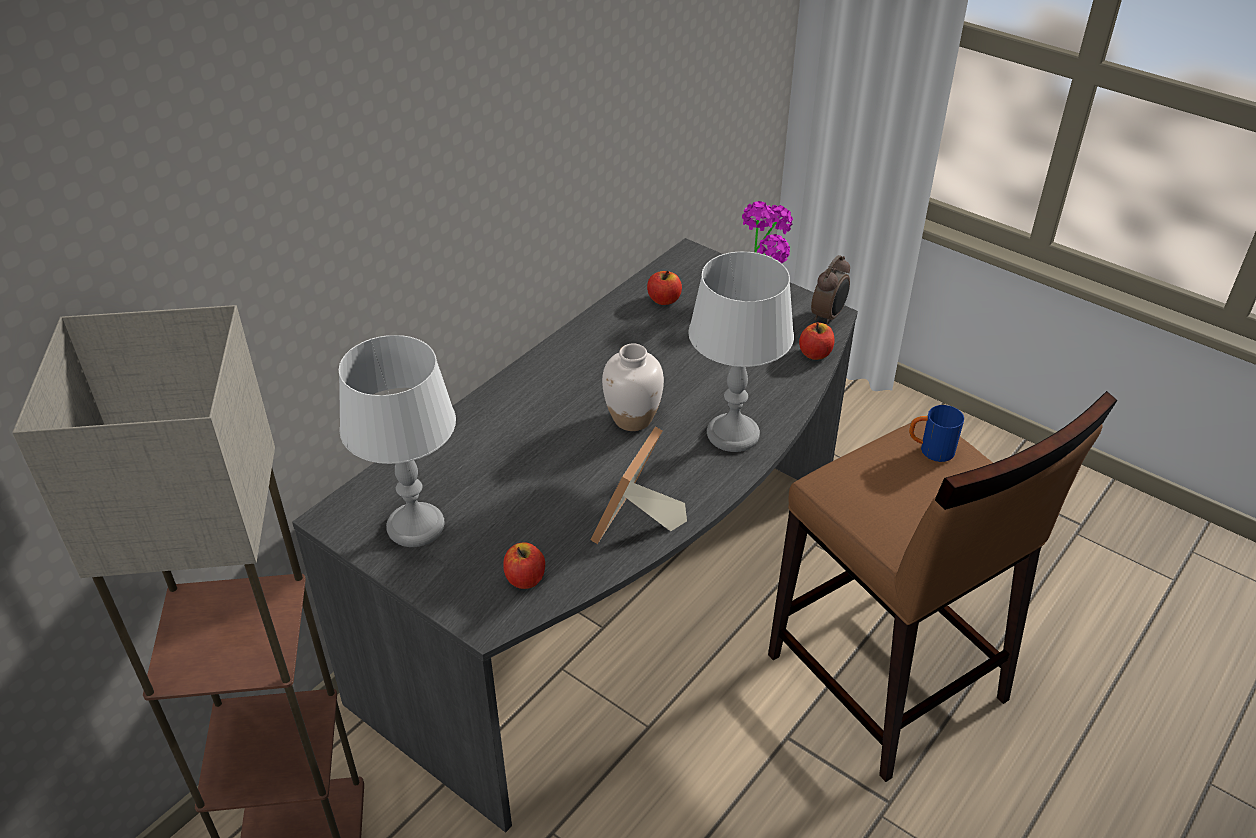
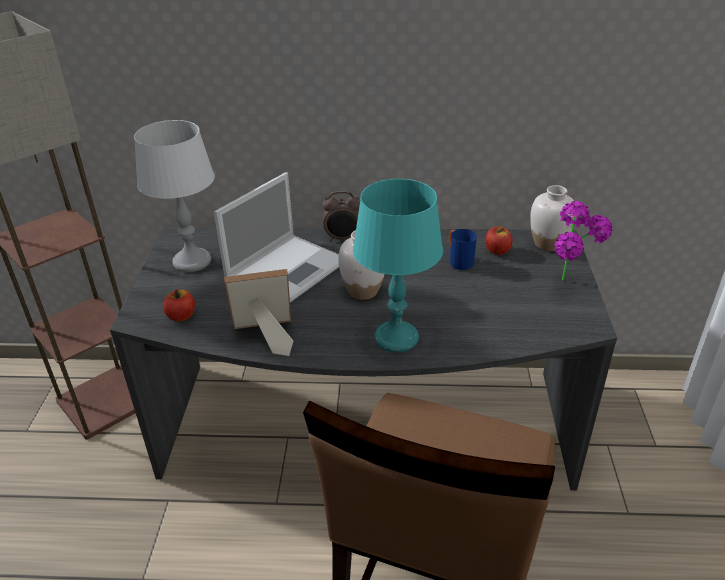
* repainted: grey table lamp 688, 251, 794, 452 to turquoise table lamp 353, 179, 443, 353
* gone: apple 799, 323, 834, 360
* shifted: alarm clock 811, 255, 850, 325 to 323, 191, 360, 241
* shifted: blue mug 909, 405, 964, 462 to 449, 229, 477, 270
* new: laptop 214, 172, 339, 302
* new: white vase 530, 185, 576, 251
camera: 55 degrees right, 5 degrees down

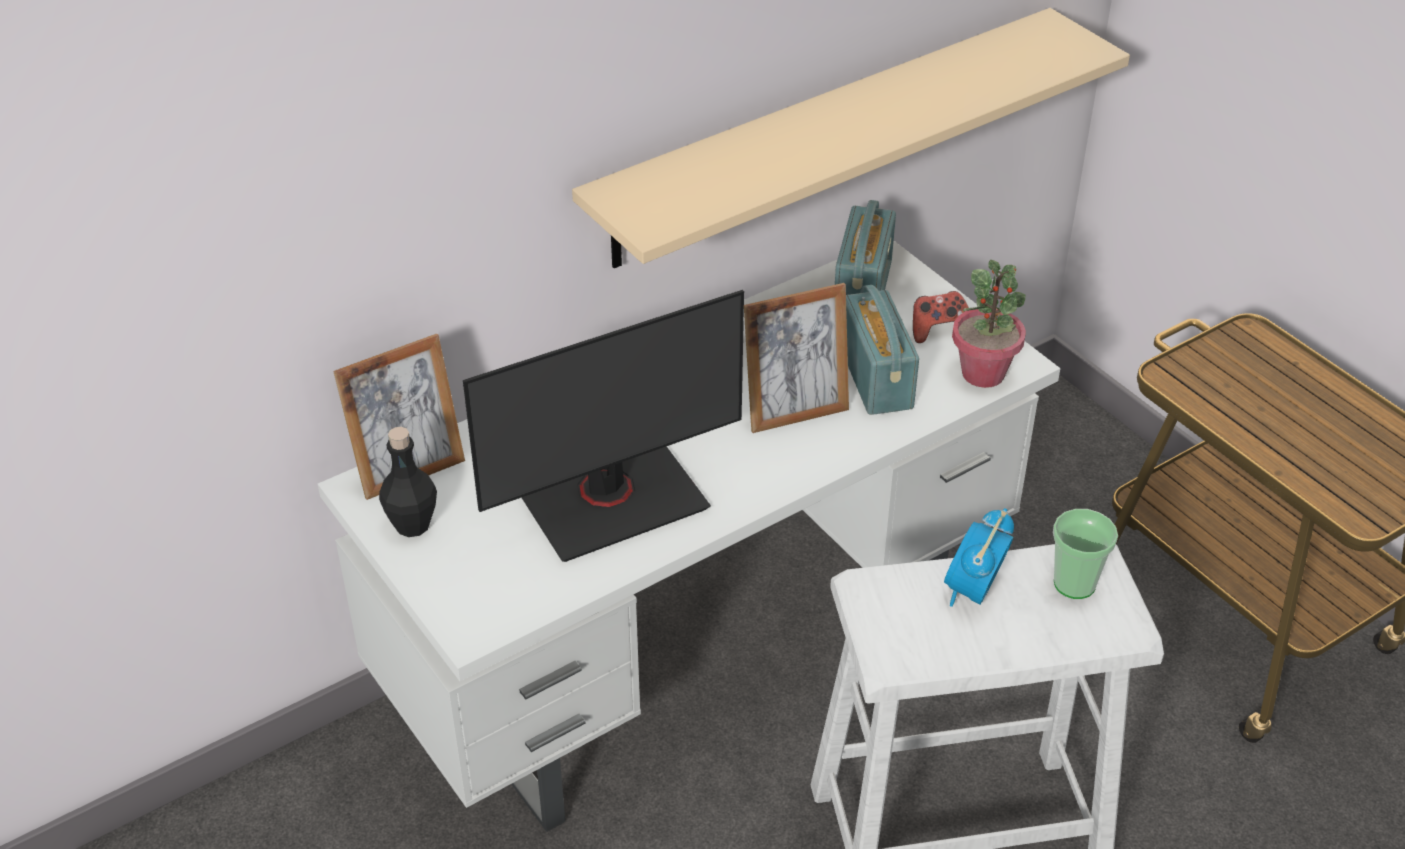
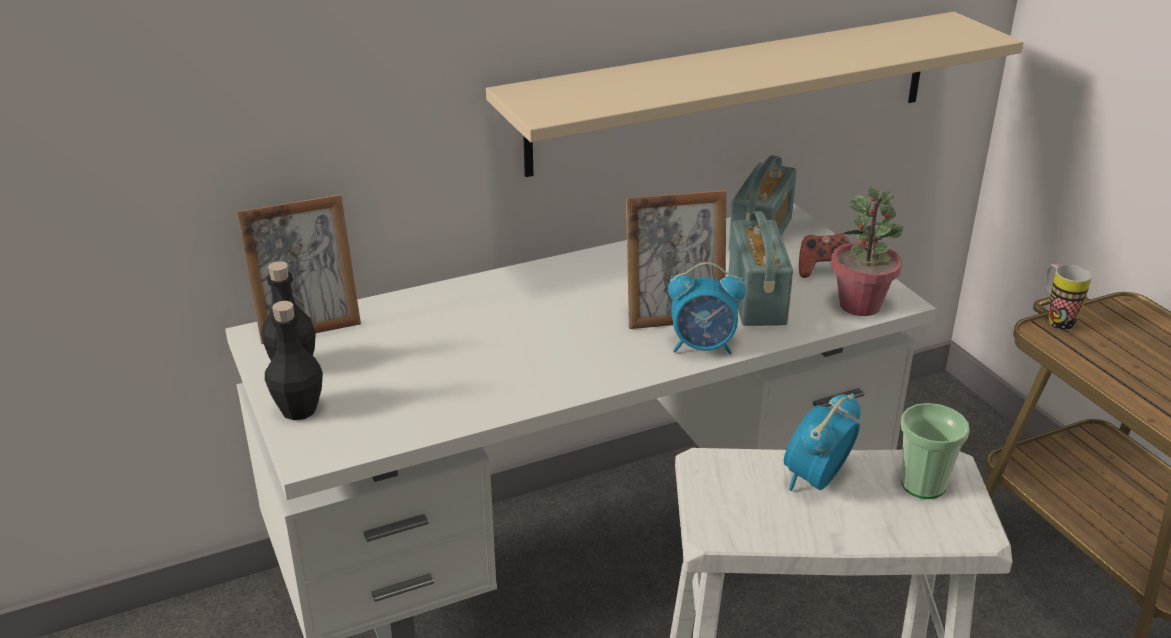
* gone: monitor 463, 290, 744, 562
* new: black bottle 265, 301, 323, 420
* new: alarm clock 668, 262, 746, 354
* new: mug 1045, 264, 1092, 330
camera: 10 degrees right, 10 degrees down

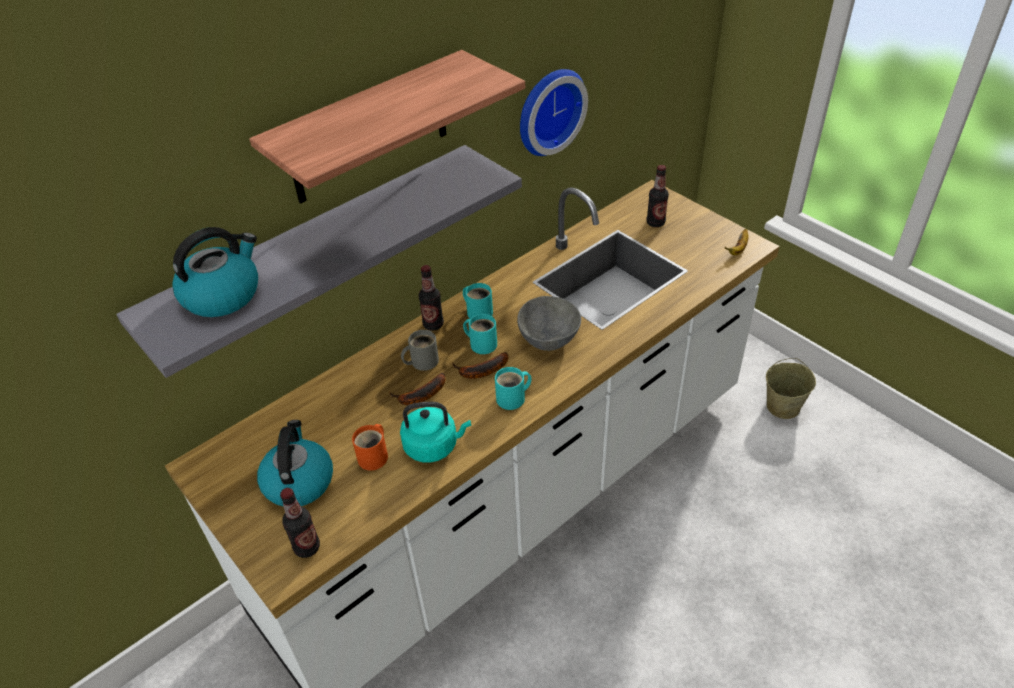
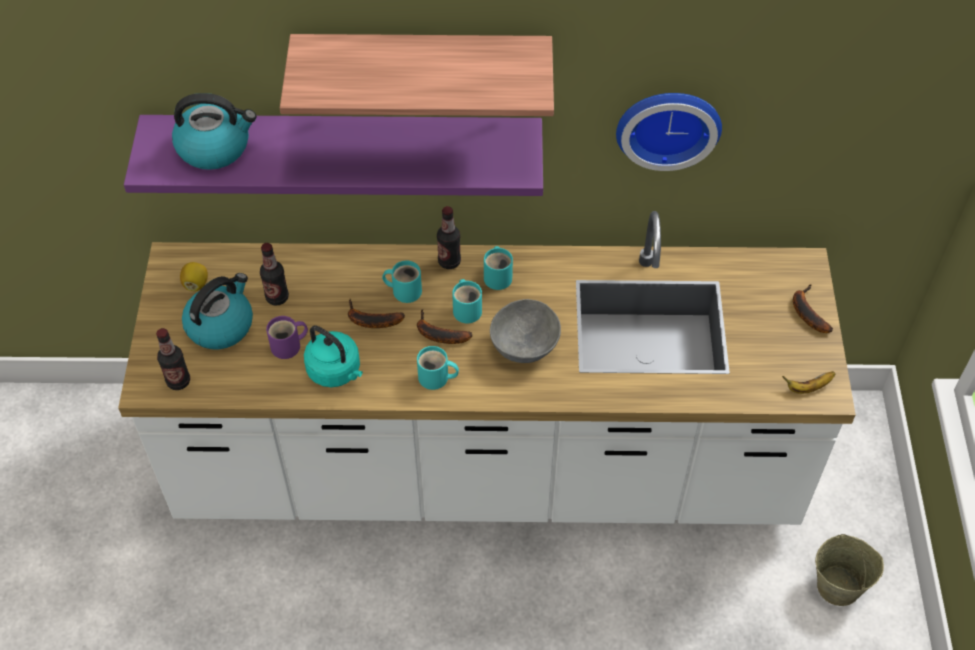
* repainted: grey shelf 116, 145, 522, 378 to purple shelf 124, 115, 543, 196
* repainted: orange mug 352, 424, 388, 471 to purple mug 266, 316, 308, 359
* repainted: grey mug 401, 330, 439, 371 to turquoise mug 382, 261, 422, 303
* shifted: bottle 647, 165, 669, 227 to 260, 243, 289, 306
* new: lemon 180, 262, 208, 291
* new: banana 793, 284, 833, 333
camera: 40 degrees right, 10 degrees up

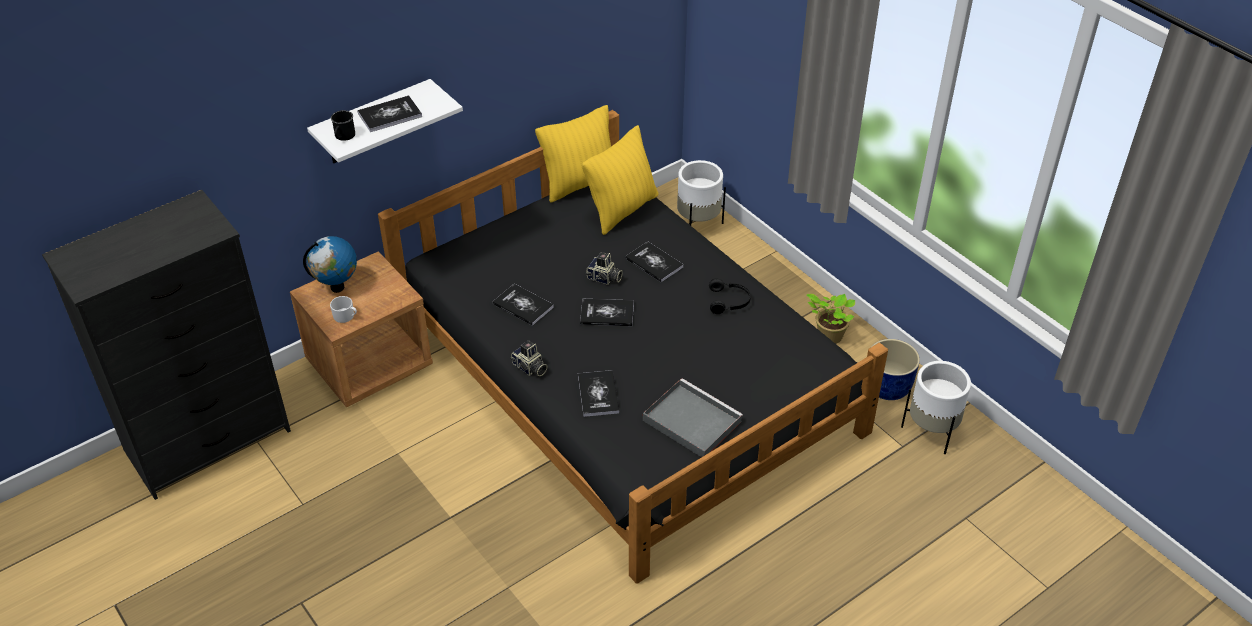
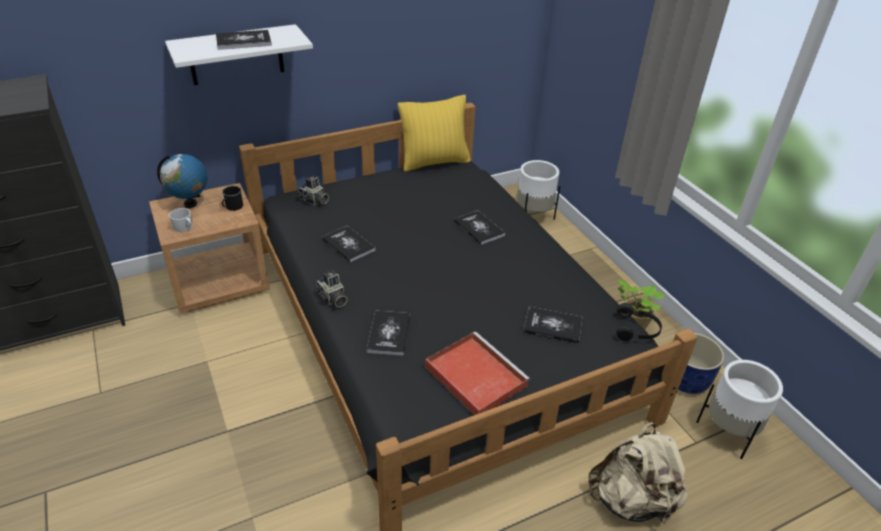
* shifted: black mug 331, 110, 355, 141 to 222, 186, 243, 211
* shifted: book 580, 299, 634, 326 to 523, 307, 582, 344
* gone: yellow pillow 582, 125, 658, 235
* shifted: photo camera 585, 252, 623, 285 to 298, 175, 329, 205
* repainted: grey tray 643, 378, 743, 457 to red tray 425, 332, 530, 415
* shifted: black headphones 709, 278, 751, 314 to 616, 303, 662, 341
* new: beige backpack 588, 422, 688, 524
camera: 10 degrees right, 5 degrees down

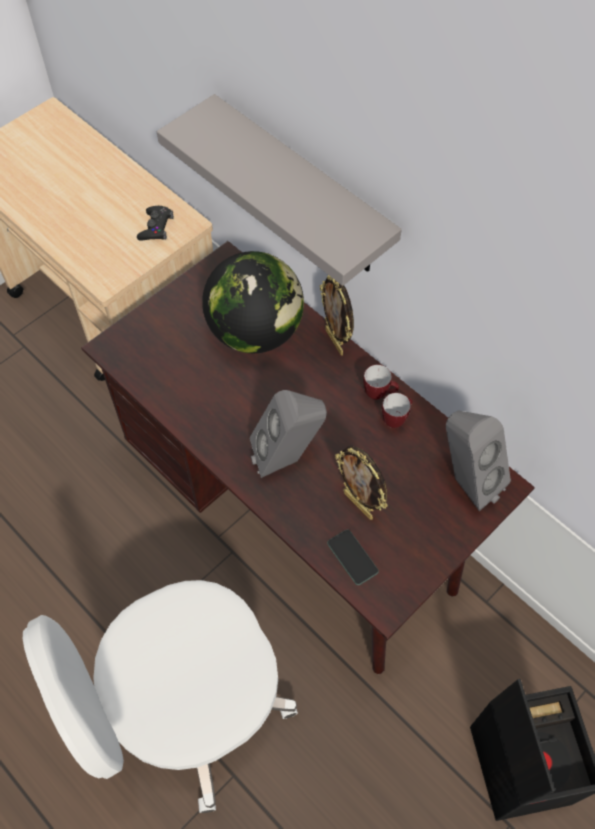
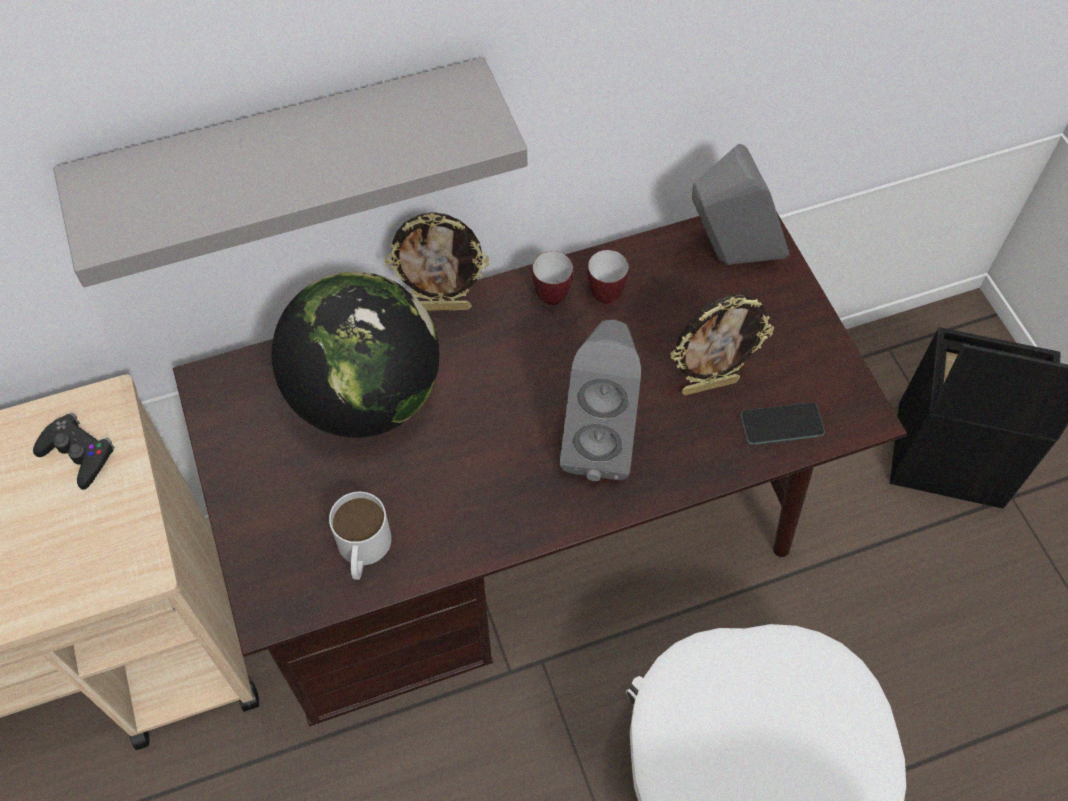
* new: white mug 329, 492, 392, 580
camera: 65 degrees left, 0 degrees up

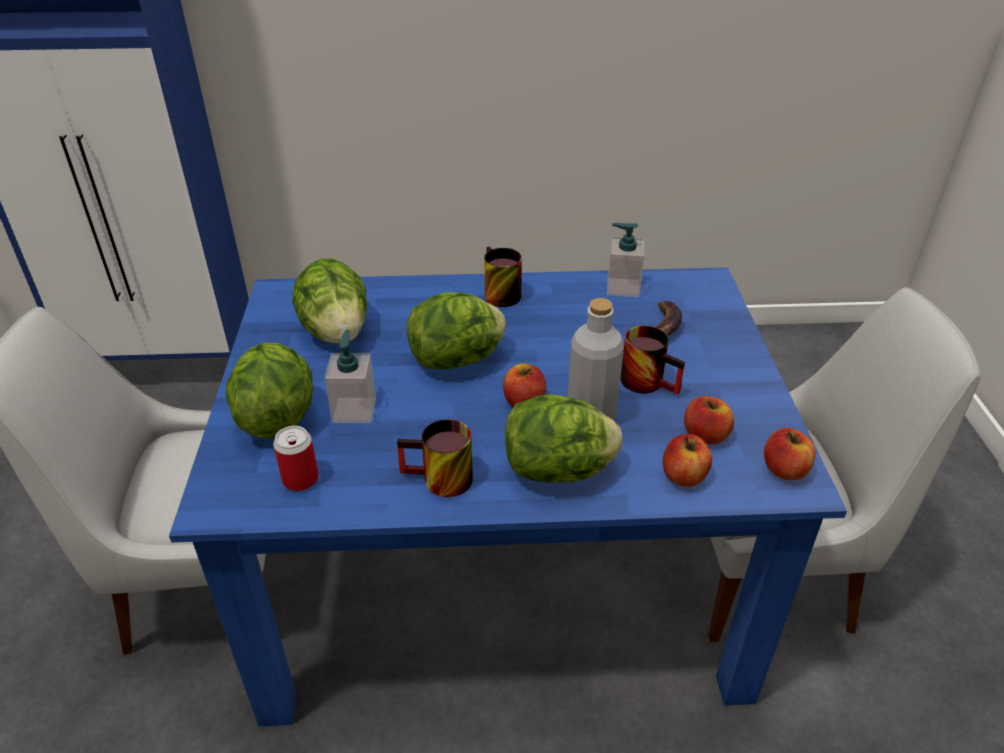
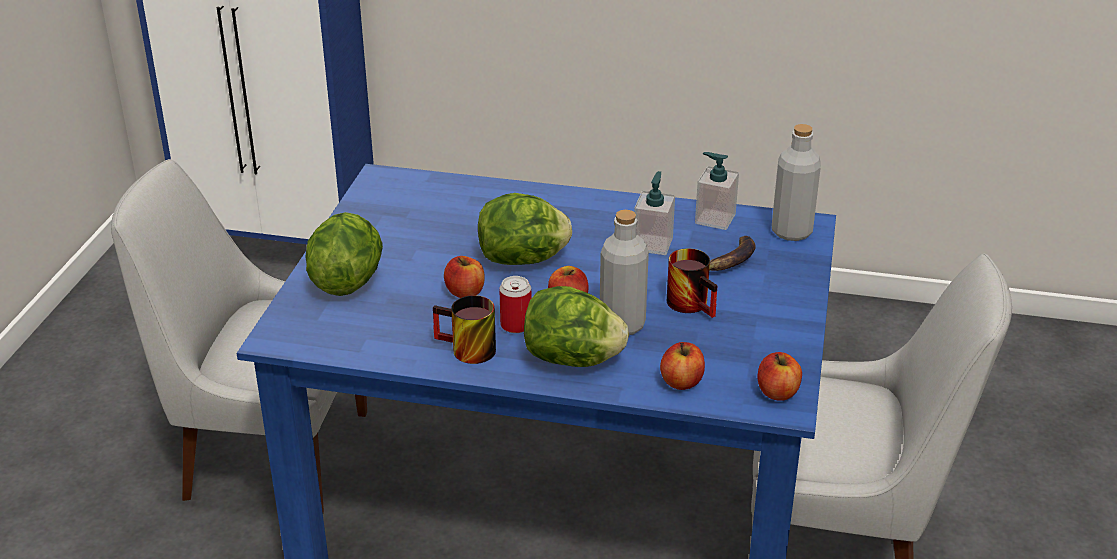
* shifted: can 273, 426, 319, 491 to 499, 276, 531, 333
* gone: lettuce 292, 258, 367, 344
* shifted: soap dispenser 325, 330, 376, 423 to 634, 171, 675, 255
* gone: mug 484, 246, 522, 307
* shifted: apple 684, 396, 734, 444 to 444, 256, 485, 298
* new: grey bottle 772, 124, 821, 241
camera: 15 degrees right, 5 degrees down

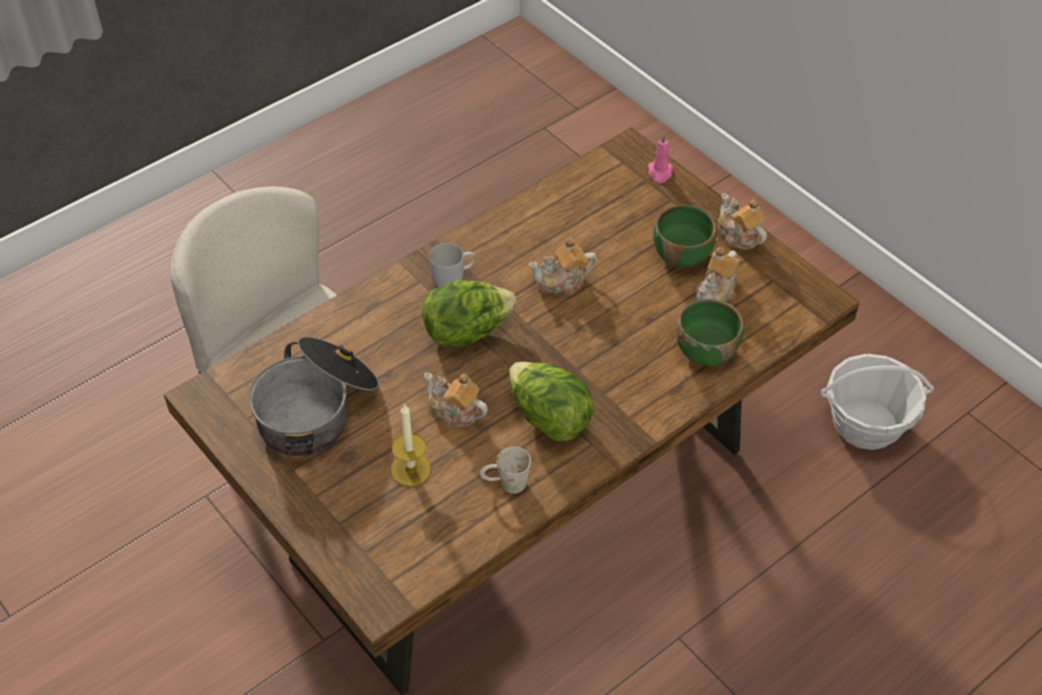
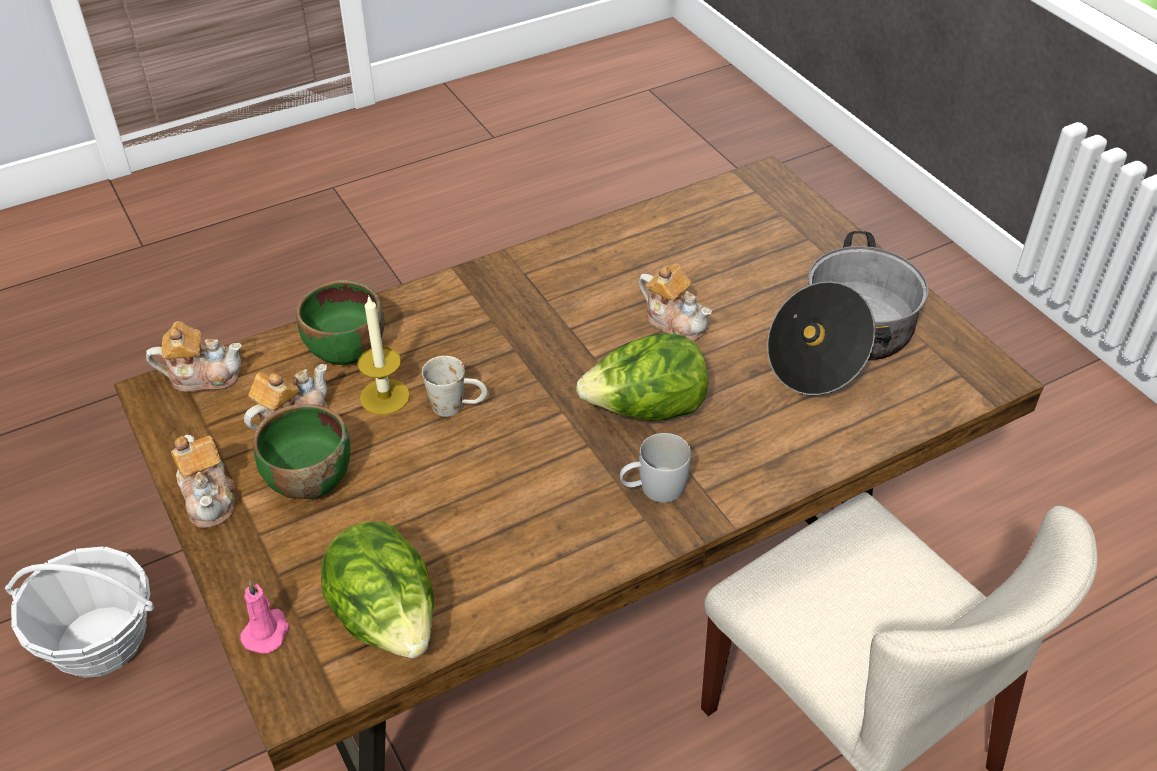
* shifted: candle 391, 403, 431, 487 to 357, 295, 410, 415
* shifted: white mug 480, 447, 531, 494 to 422, 356, 488, 417
* shifted: lettuce 509, 362, 594, 441 to 321, 522, 434, 658
* shifted: teapot 529, 238, 597, 294 to 146, 321, 242, 392
camera: 170 degrees left, 5 degrees down

